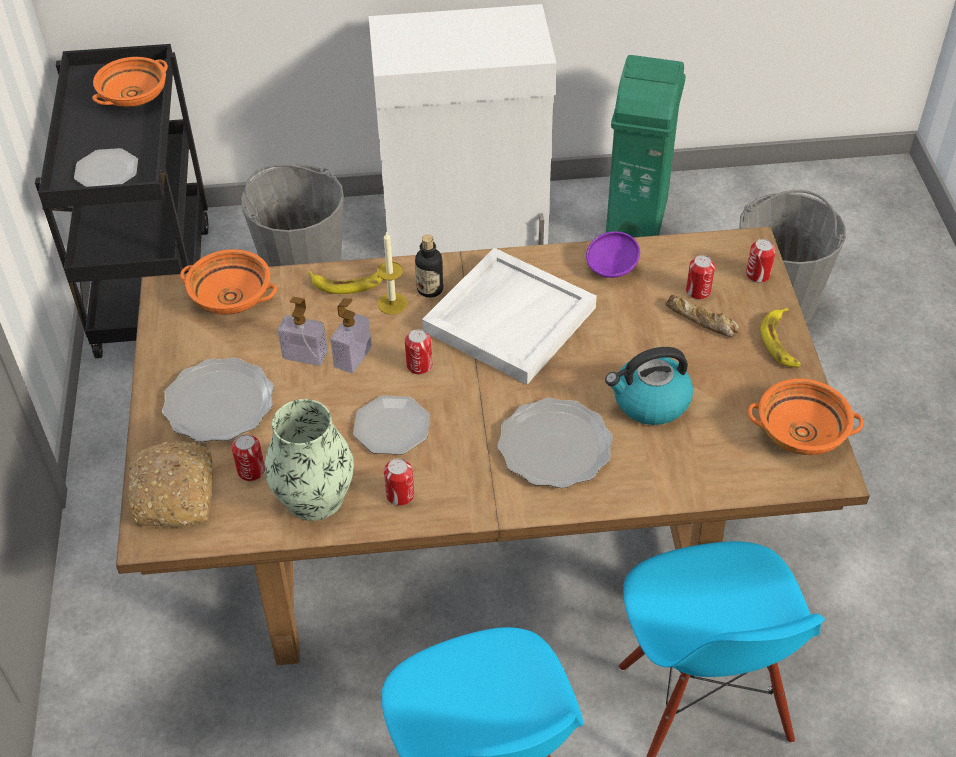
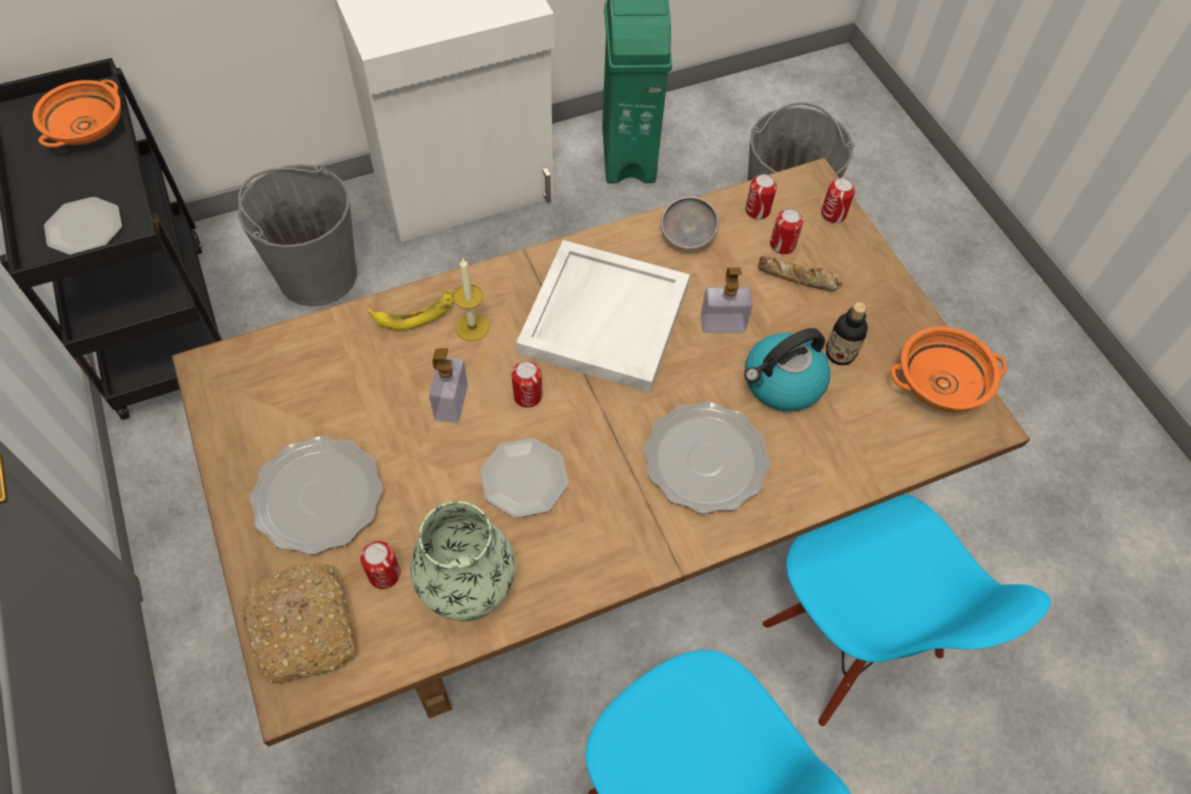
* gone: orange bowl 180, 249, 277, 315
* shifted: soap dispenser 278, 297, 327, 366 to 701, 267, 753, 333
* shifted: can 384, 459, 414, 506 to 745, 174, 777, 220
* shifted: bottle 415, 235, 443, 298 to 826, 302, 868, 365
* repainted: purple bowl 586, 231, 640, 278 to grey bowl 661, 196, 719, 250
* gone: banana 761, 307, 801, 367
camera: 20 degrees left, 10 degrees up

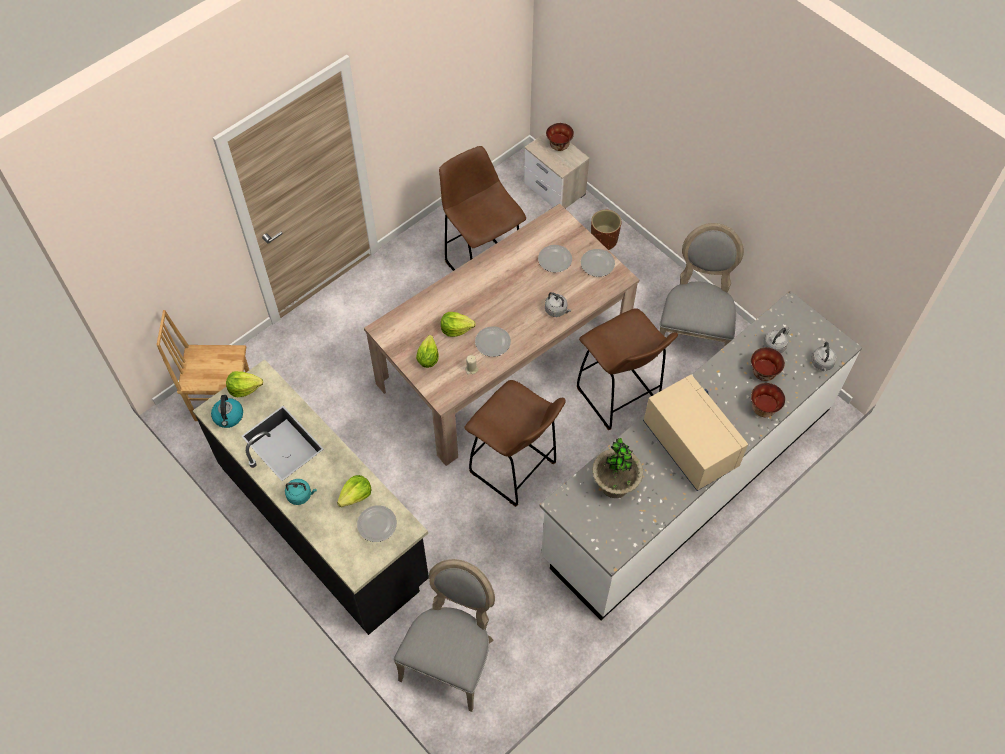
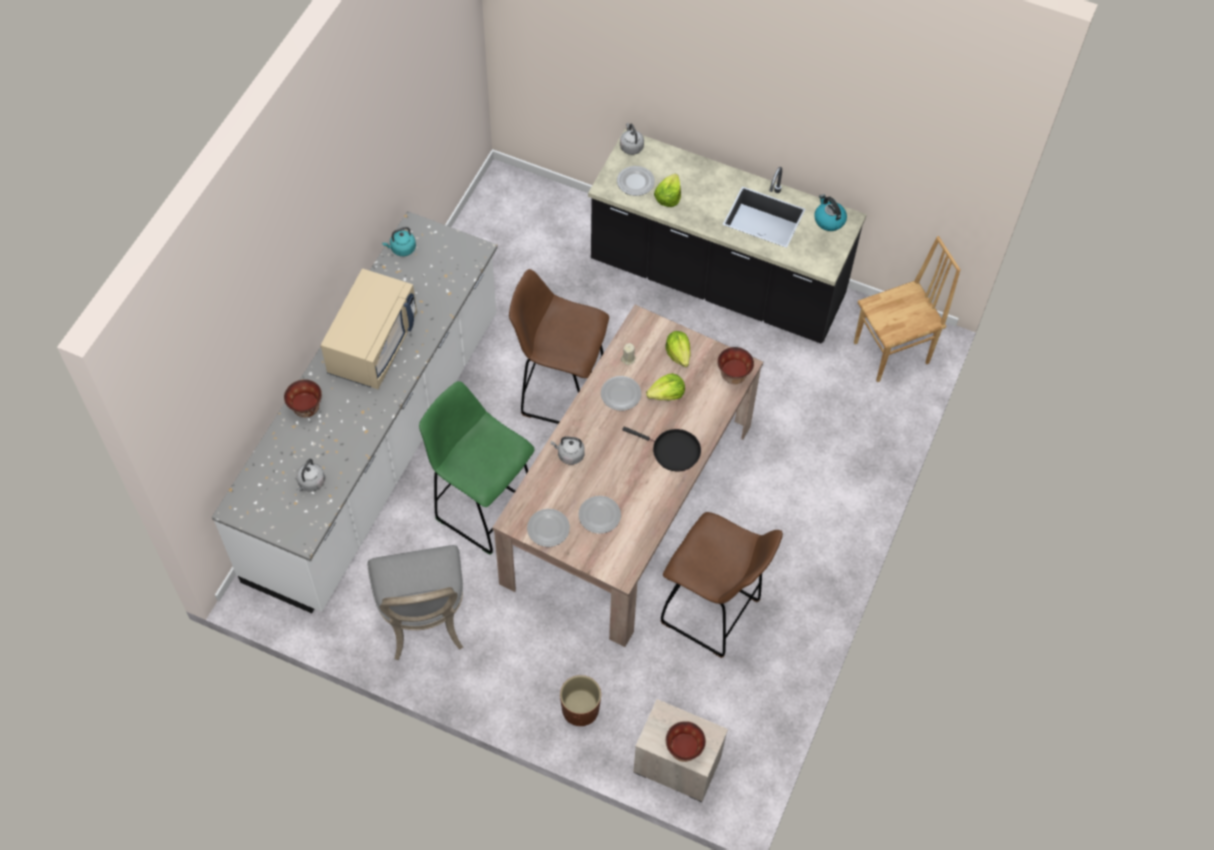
* gone: lettuce 226, 371, 263, 397
* shifted: turquoise kettle 285, 479, 317, 505 to 382, 227, 416, 256
* gone: grey chair 394, 559, 495, 712
* repainted: brown stool 577, 308, 678, 430 to green stool 419, 381, 535, 555
* gone: potted plant 592, 438, 643, 498
* rotated: beige microwave 643, 374, 748, 491 = 321, 269, 417, 389 105 degrees counterclockwise
* shifted: bowl 751, 347, 785, 381 to 717, 347, 754, 384
* shifted: grey kettle 811, 342, 837, 371 to 620, 123, 644, 155
* new: black frying pan 622, 426, 701, 471
camera: 155 degrees right, 0 degrees up

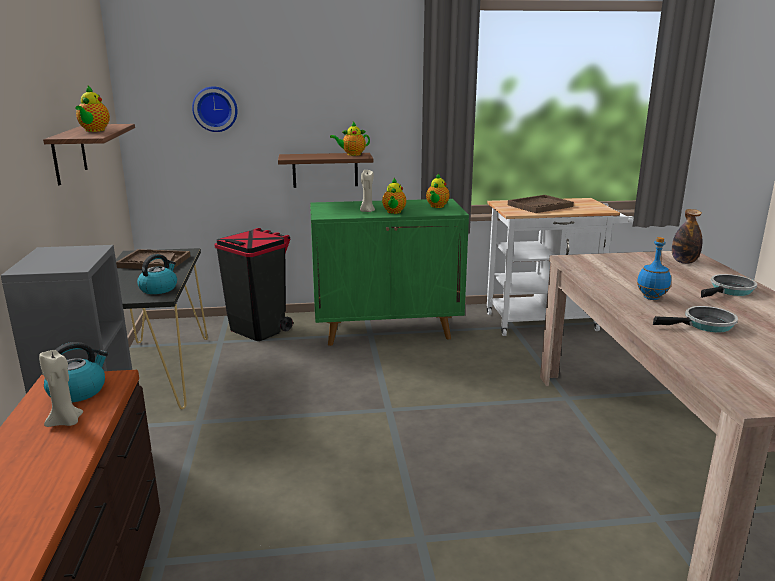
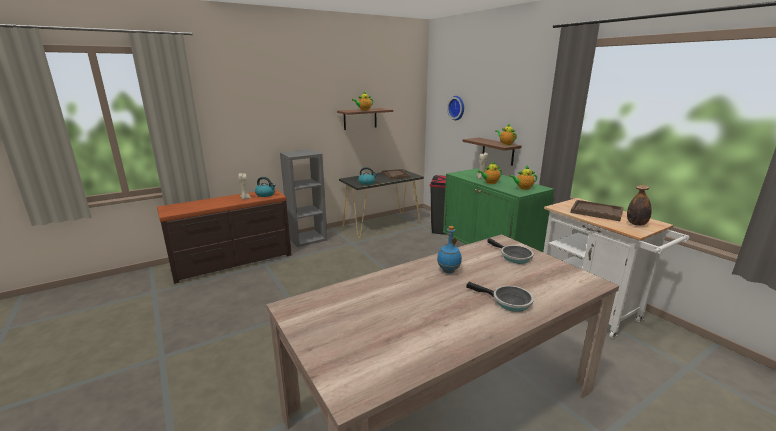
* shifted: frying pan 653, 306, 738, 332 to 488, 238, 534, 264
* shifted: bottle 672, 209, 703, 264 to 627, 185, 652, 226
camera: 65 degrees right, 0 degrees up

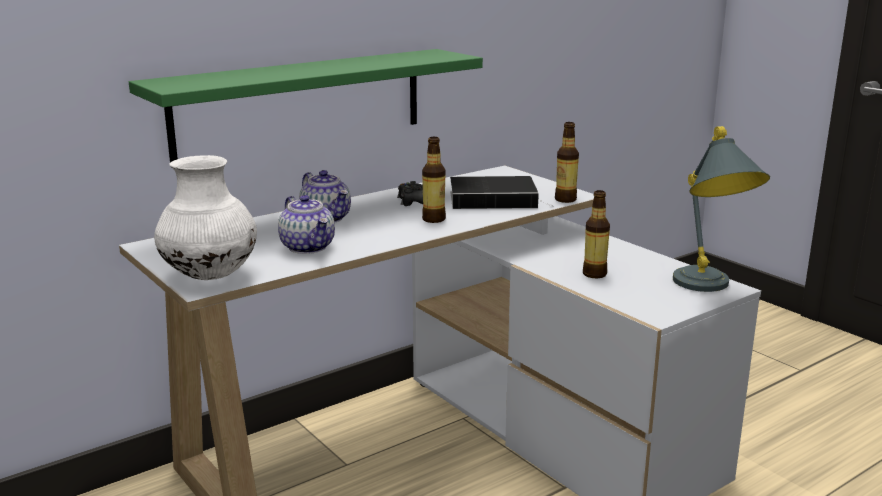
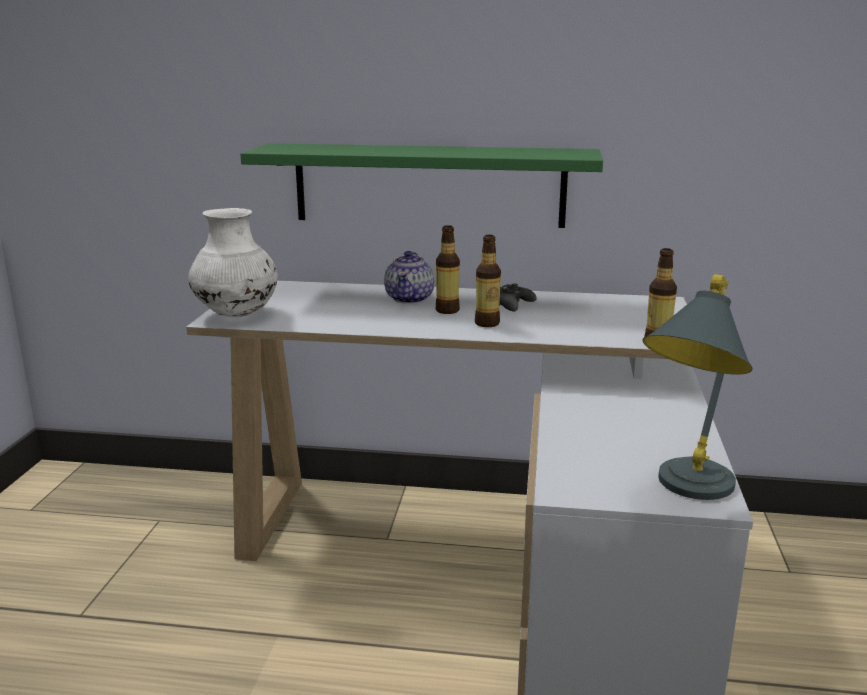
* gone: teapot 278, 195, 335, 254
* gone: book 450, 176, 554, 209
* shifted: bottle 583, 190, 610, 278 to 436, 225, 460, 314
camera: 45 degrees right, 0 degrees up

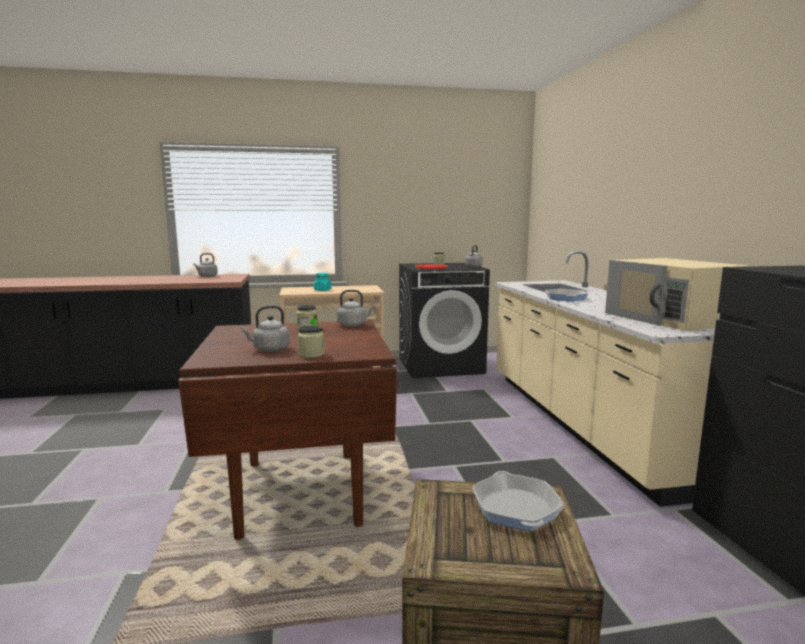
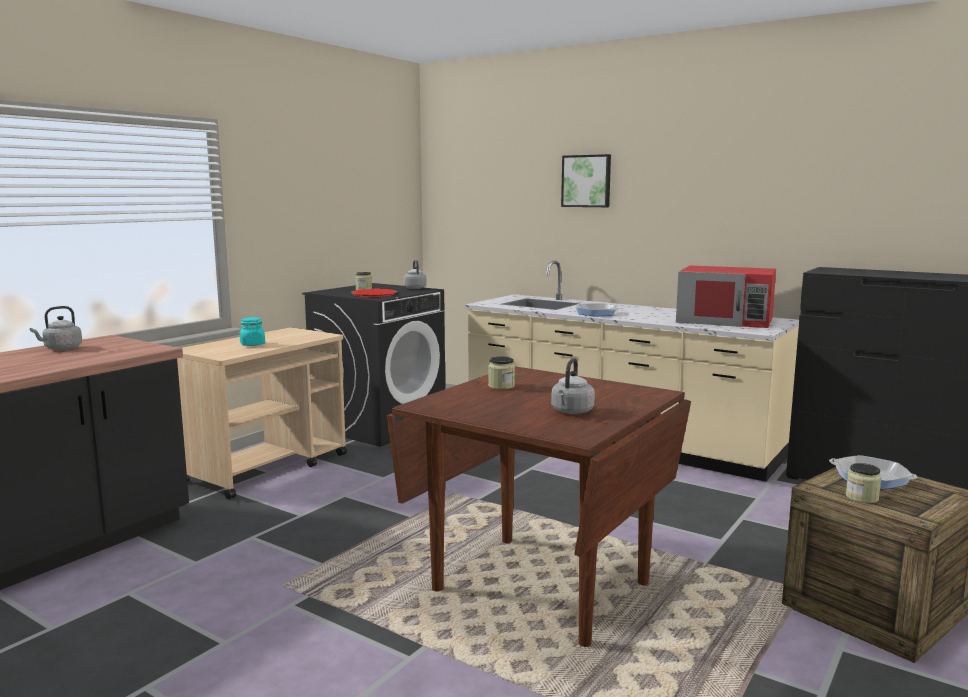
* shifted: jar 298, 326, 325, 358 to 846, 463, 881, 503
* gone: grey kettle 337, 290, 375, 327
* repainted: beige microwave 605, 258, 751, 331 to red microwave 676, 265, 776, 328
* new: picture 561, 154, 611, 207
camera: 45 degrees left, 0 degrees up

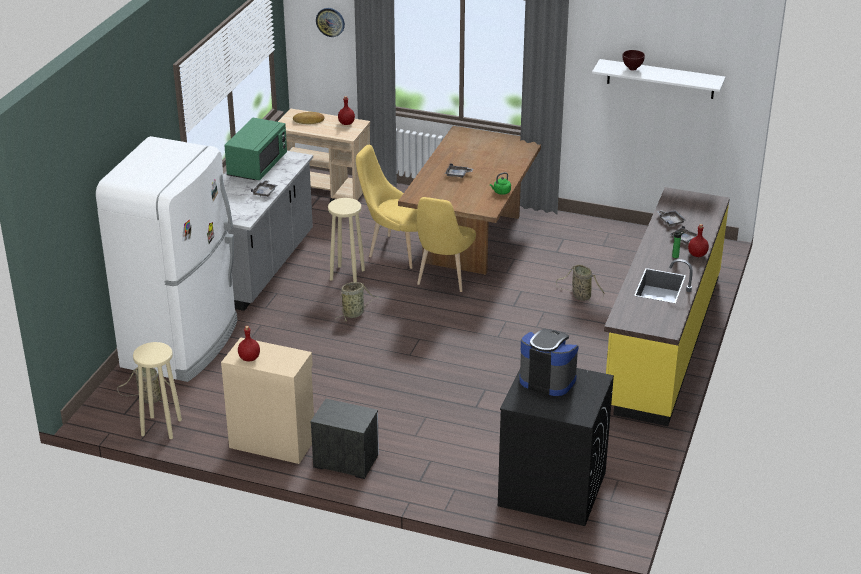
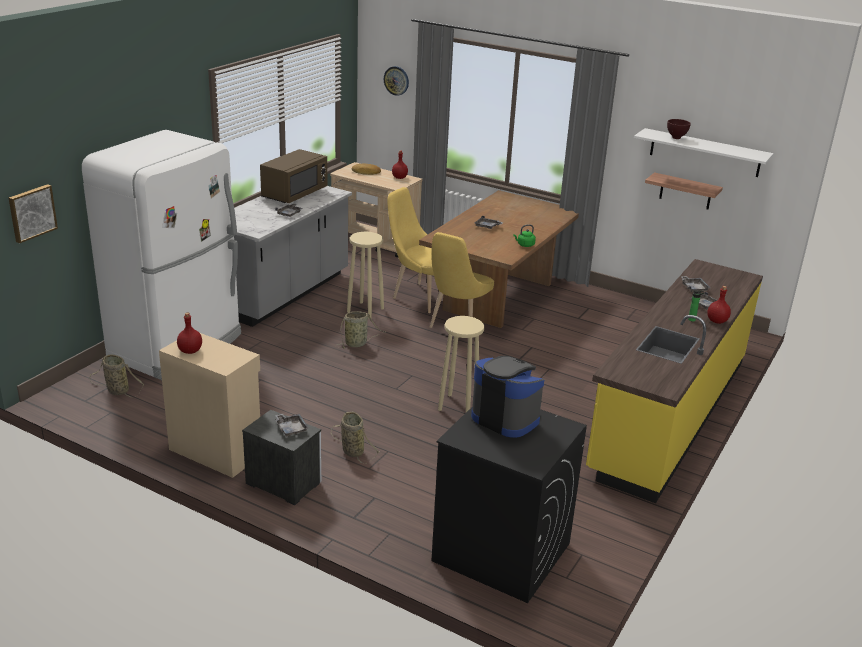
* shifted: beige stool 133, 342, 182, 439 to 438, 316, 484, 412
* repainted: green microwave 224, 118, 287, 180 to brown microwave 260, 149, 327, 203
* shifted: basket 556, 265, 605, 304 to 331, 412, 379, 463
* new: picture 9, 184, 58, 243
* new: grey tray 275, 414, 309, 437
* new: shelf 645, 172, 723, 209
camera: 10 degrees right, 5 degrees down

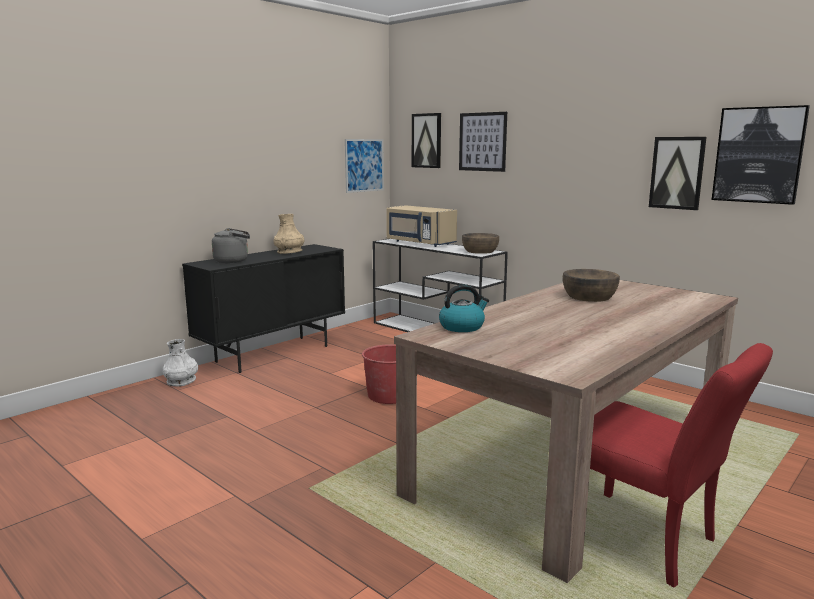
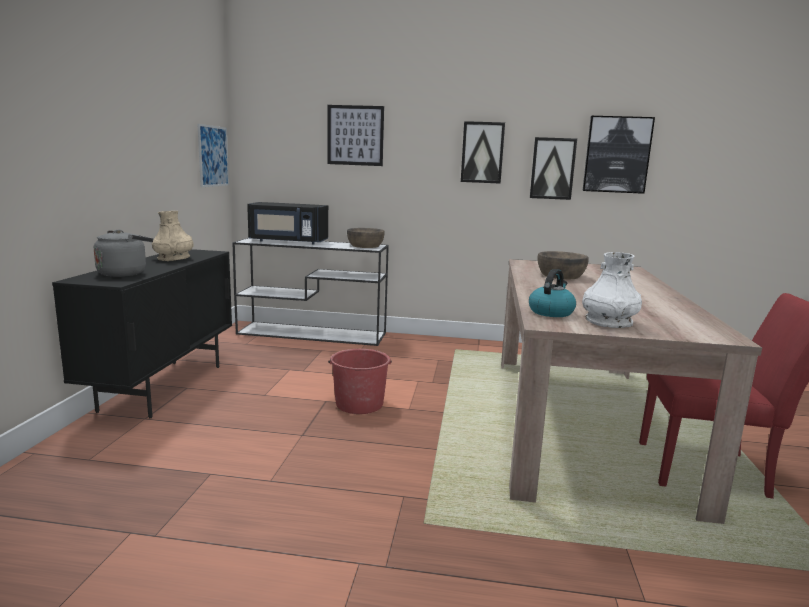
* shifted: white vase 163, 339, 198, 387 to 582, 252, 642, 328
* repainted: beige microwave 386, 205, 457, 247 to black microwave 247, 202, 328, 244
* shifted: picture 412, 113, 441, 168 to 461, 121, 505, 184
camera: 35 degrees left, 0 degrees up

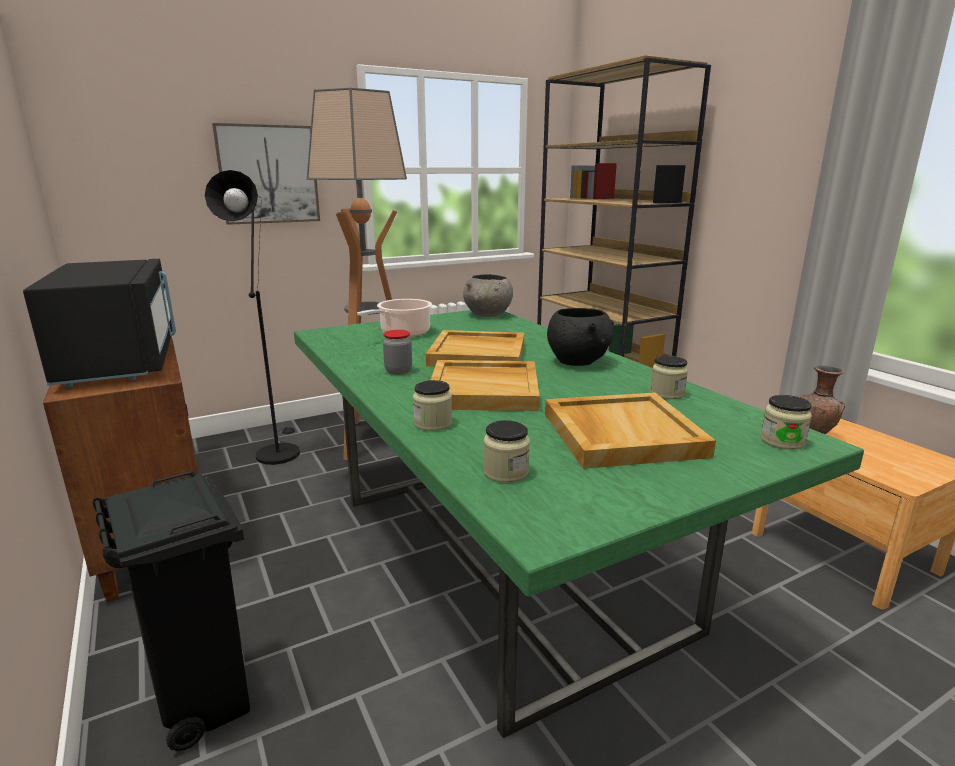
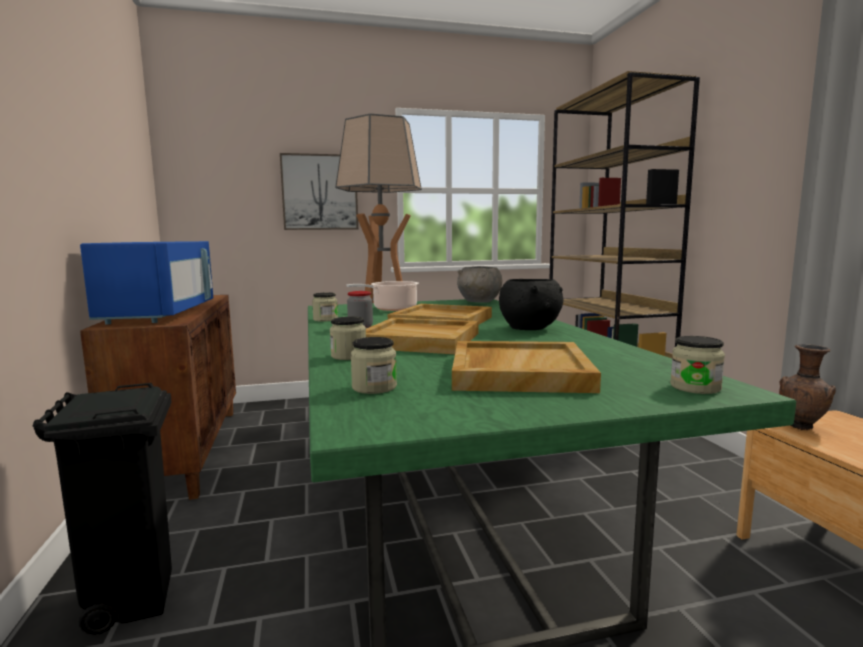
* repainted: black microwave 23, 259, 176, 388 to blue microwave 80, 241, 213, 325
* gone: black floor lamp 205, 170, 300, 465
* shifted: jar 650, 355, 688, 399 to 312, 292, 338, 322
camera: 15 degrees right, 10 degrees down

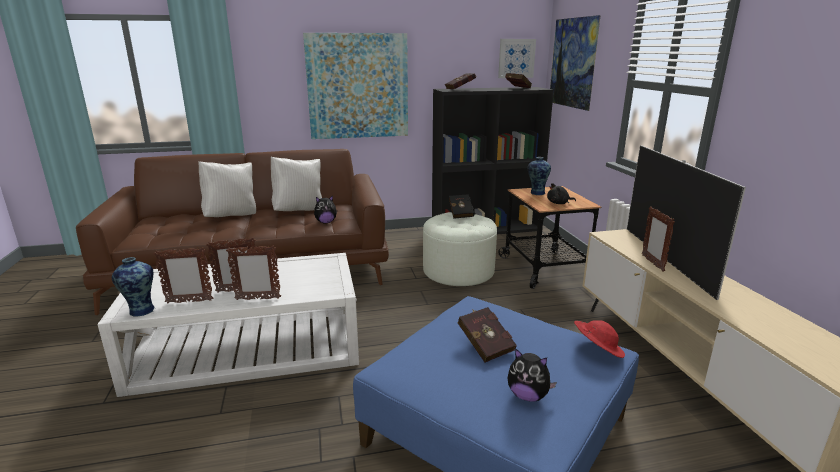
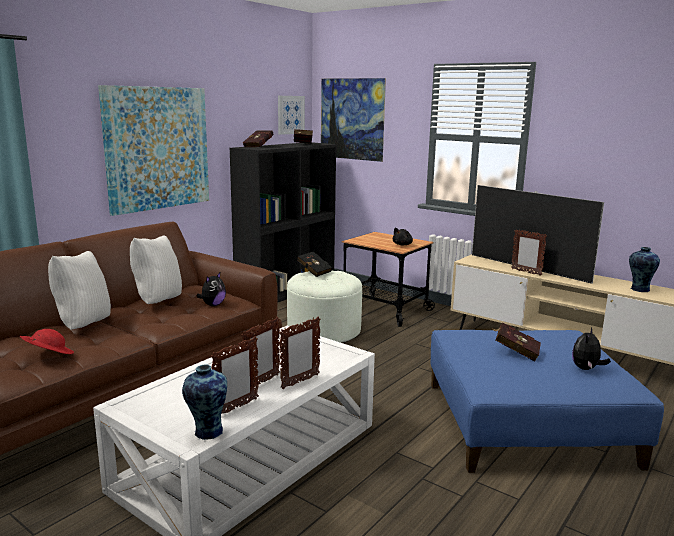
* rotated: plush toy 507, 348, 557, 401 = 572, 327, 611, 370 135 degrees clockwise
* shifted: vase 528, 157, 551, 195 to 629, 247, 660, 292
* shifted: red hat 574, 320, 625, 358 to 20, 329, 74, 354
camera: 40 degrees left, 5 degrees down

